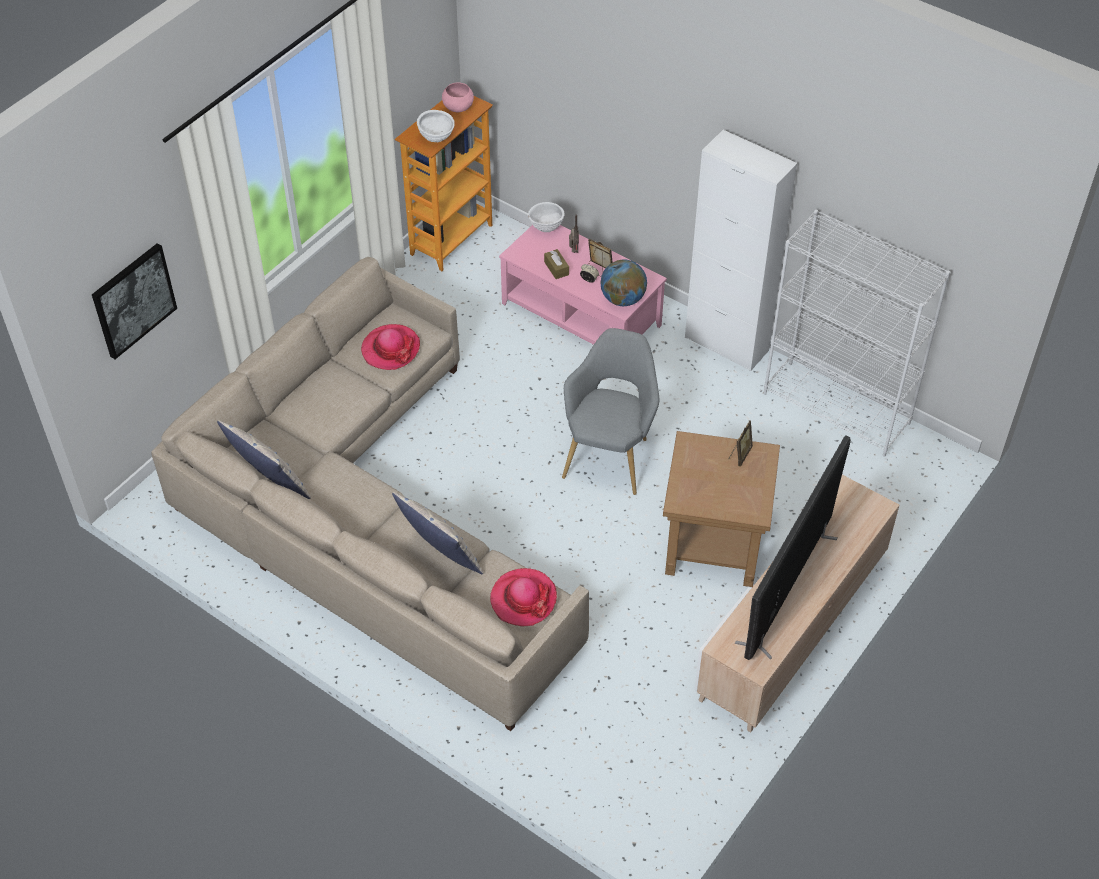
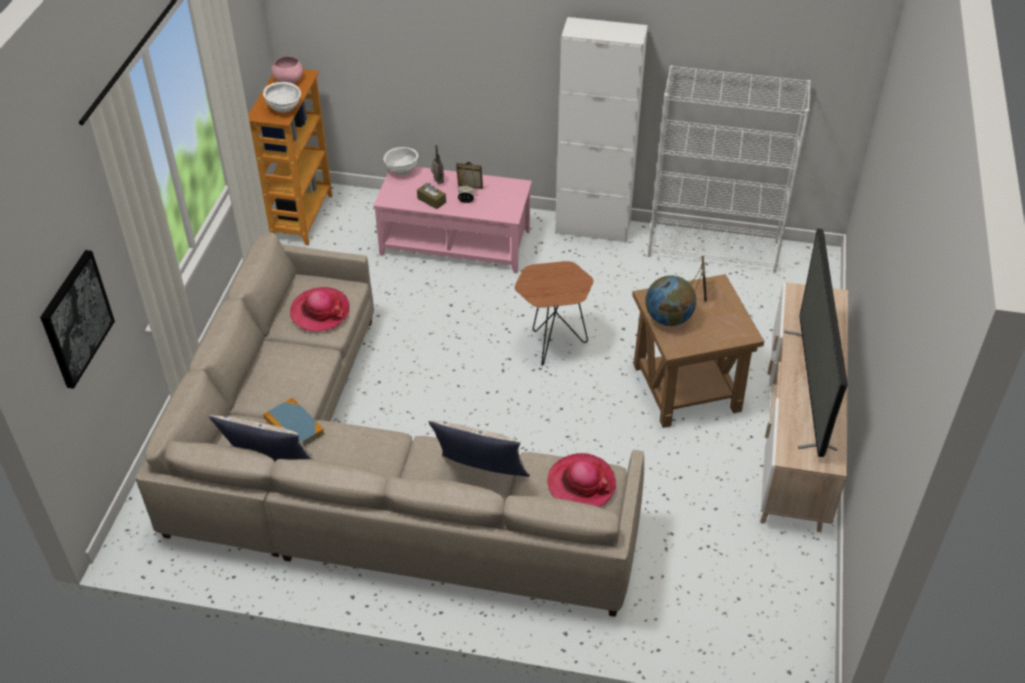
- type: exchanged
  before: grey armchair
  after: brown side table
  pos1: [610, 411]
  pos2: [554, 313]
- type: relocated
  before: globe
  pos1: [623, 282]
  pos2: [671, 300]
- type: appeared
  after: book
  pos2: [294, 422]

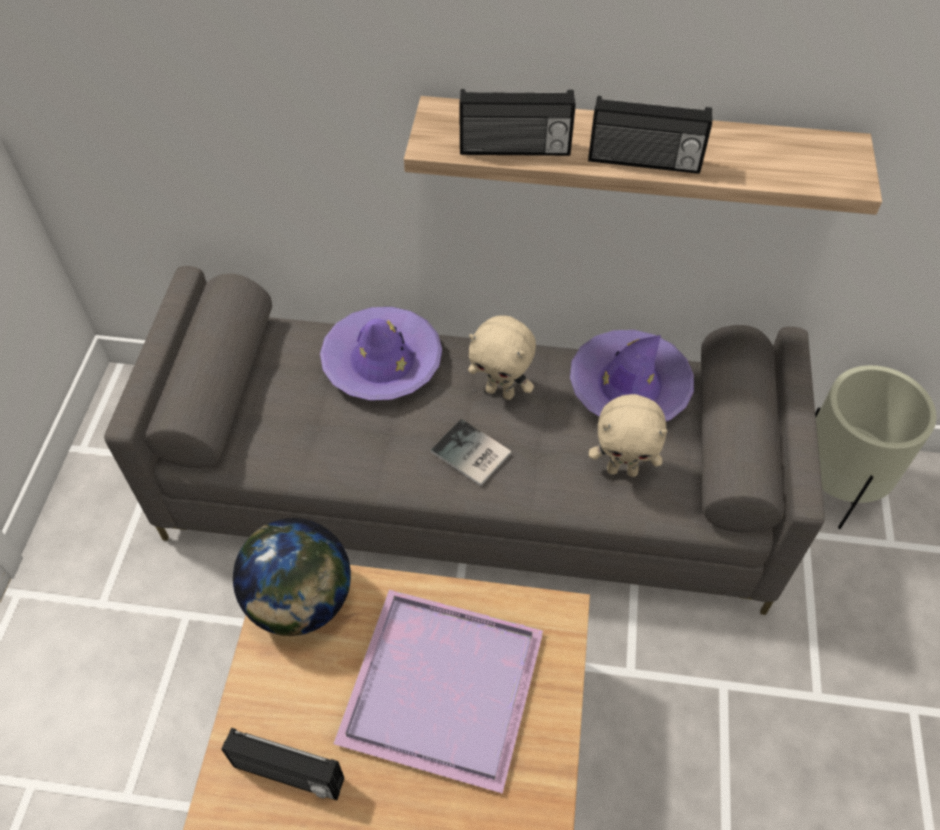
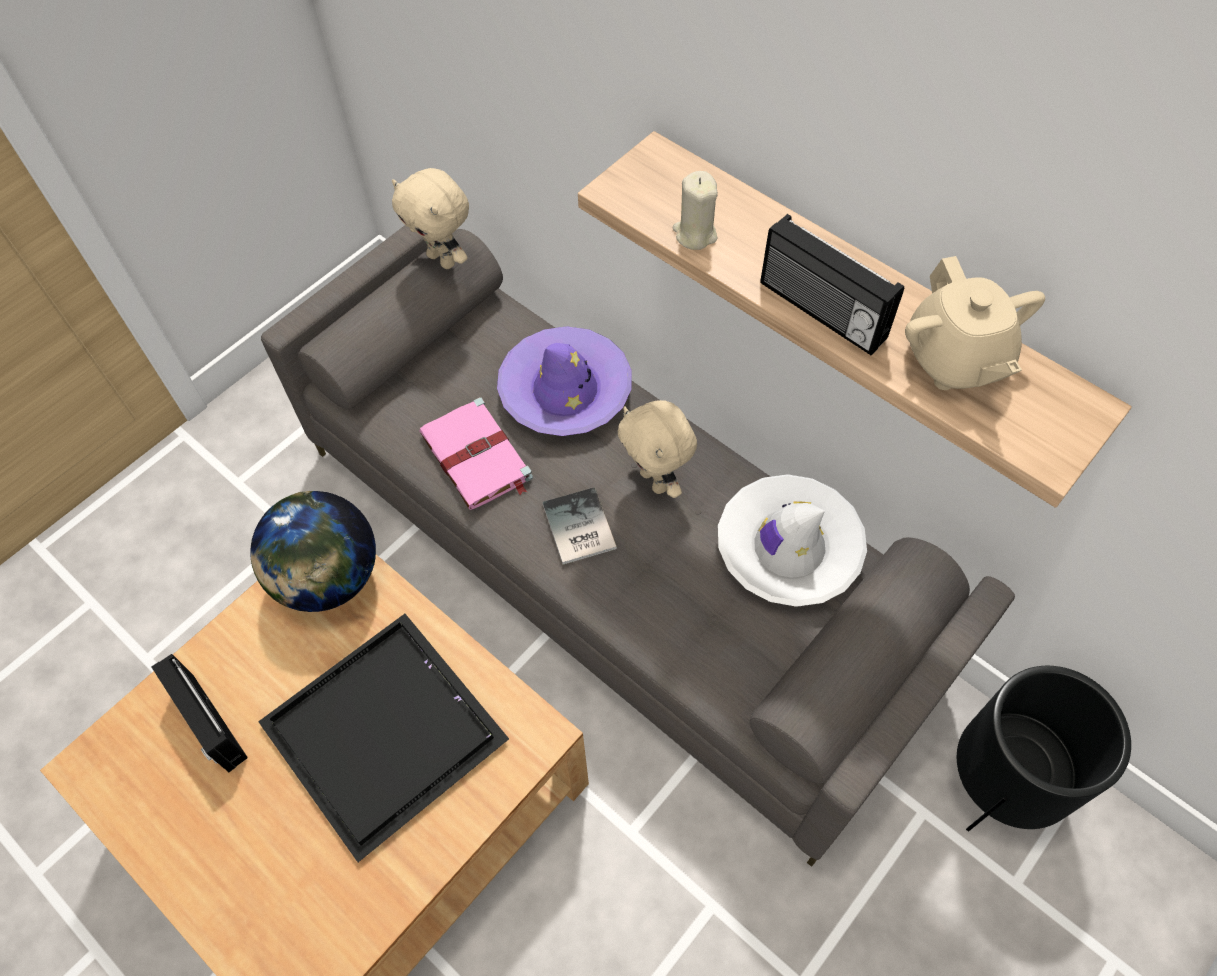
- type: colour
  before: purple tray
  after: black tray
  pos1: [438, 692]
  pos2: [383, 738]
- type: exchanged
  before: radio
  after: beige candle
  pos1: [517, 122]
  pos2: [695, 210]
- type: colour
  before: purple hat
  after: white hat
  pos1: [632, 375]
  pos2: [792, 540]
- type: relocated
  before: beige plush toy
  pos1: [628, 435]
  pos2: [430, 218]
- type: colour
  before: beige planter
  after: black planter
  pos1: [875, 447]
  pos2: [1044, 749]
- type: appeared
  after: pink book
  pos2: [476, 453]
- type: appeared
  after: beige teapot
  pos2: [975, 323]

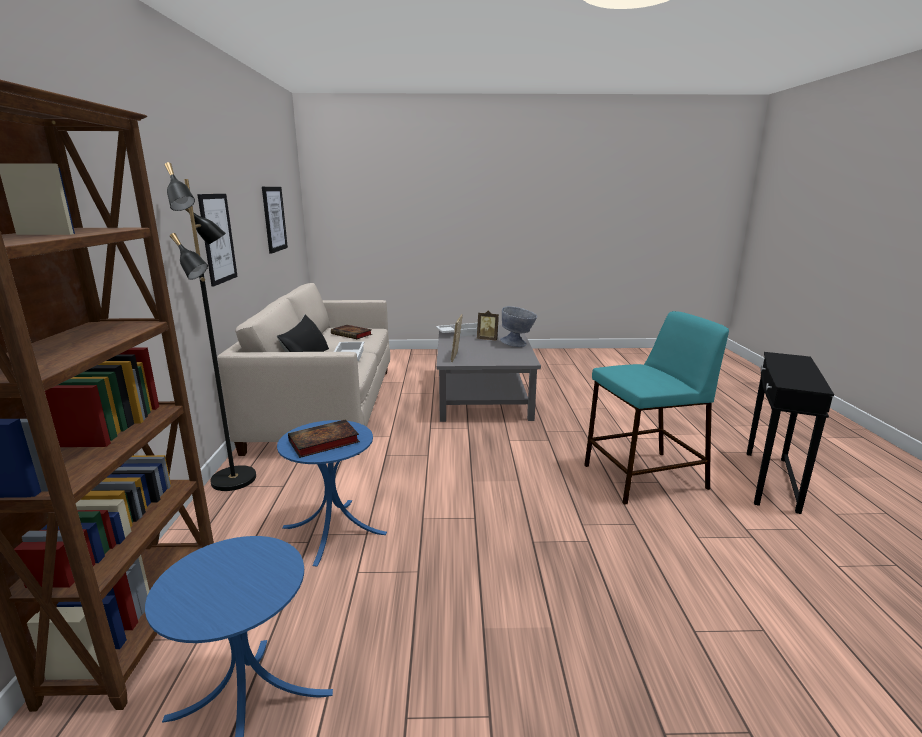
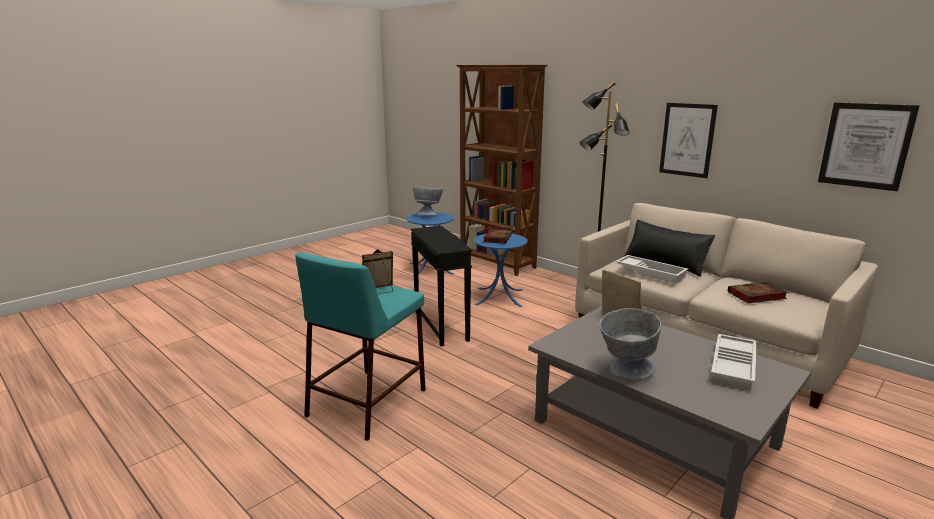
- type: relocated
  before: picture frame
  pos1: [488, 325]
  pos2: [377, 271]
- type: relocated
  before: black side table
  pos1: [790, 433]
  pos2: [441, 286]
- type: appeared
  after: grey bowl
  pos2: [428, 201]

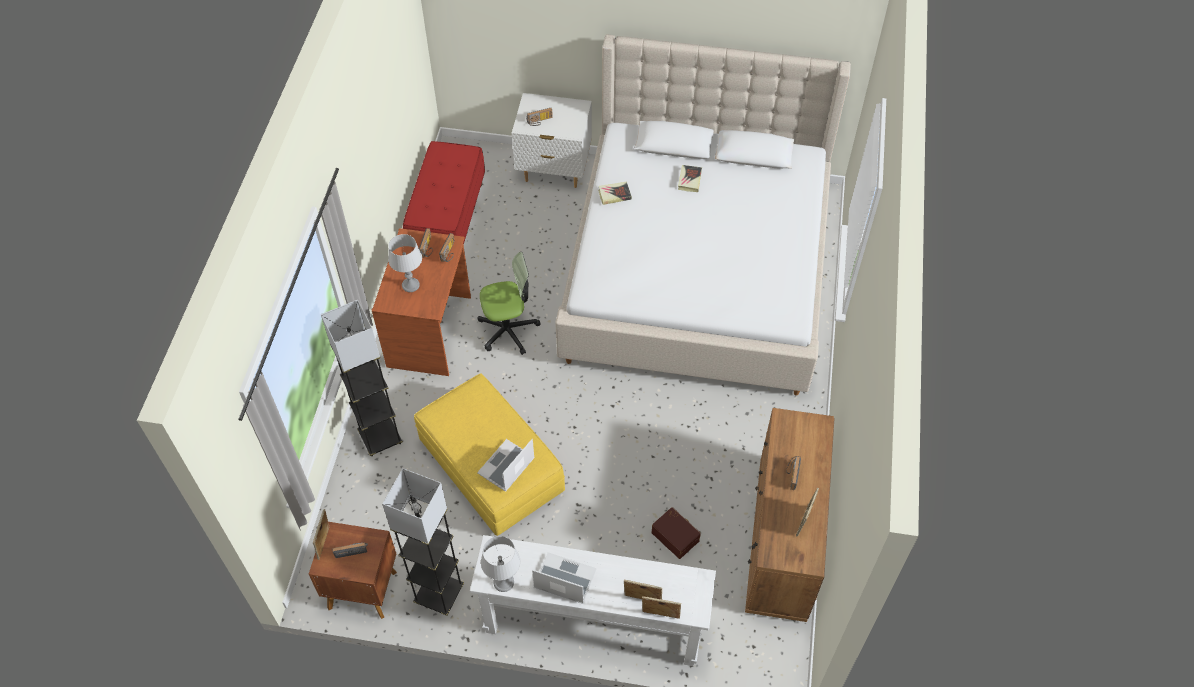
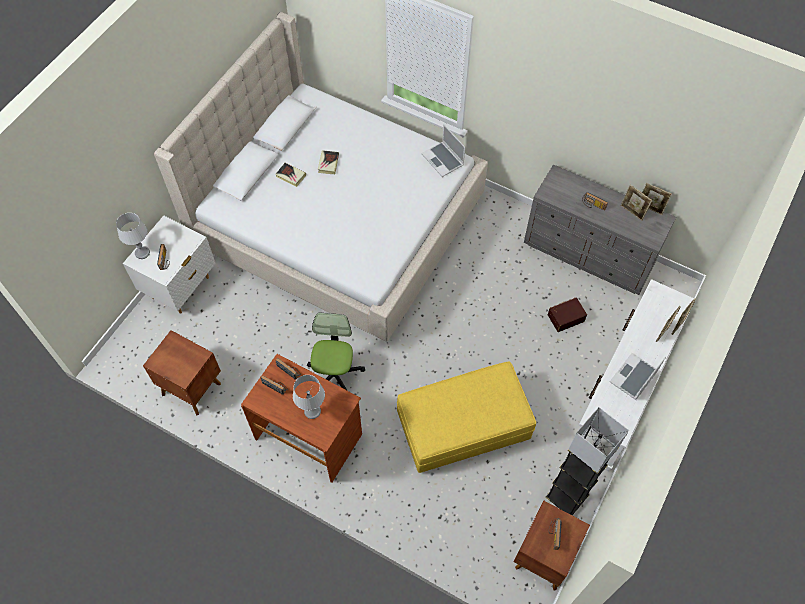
- type: relocated
  before: picture frame
  pos1: [321, 534]
  pos2: [657, 199]
- type: missing
  before: grey floor lamp
  pos1: [362, 378]
- type: exchanged
  before: red bench
  after: brown nightstand
  pos1: [444, 193]
  pos2: [182, 373]
- type: relocated
  before: laptop
  pos1: [506, 465]
  pos2: [443, 150]
- type: relocated
  before: grey table lamp
  pos1: [501, 564]
  pos2: [133, 236]
- type: relocated
  before: book
  pos1: [615, 193]
  pos2: [328, 162]
- type: colour
  before: brown dresser
  after: grey dresser
  pos1: [789, 515]
  pos2: [600, 229]

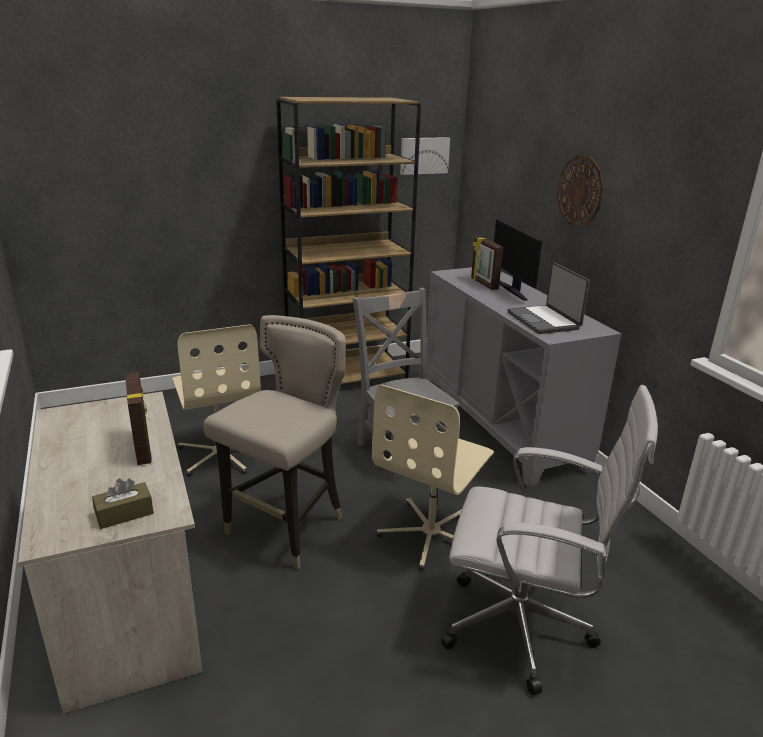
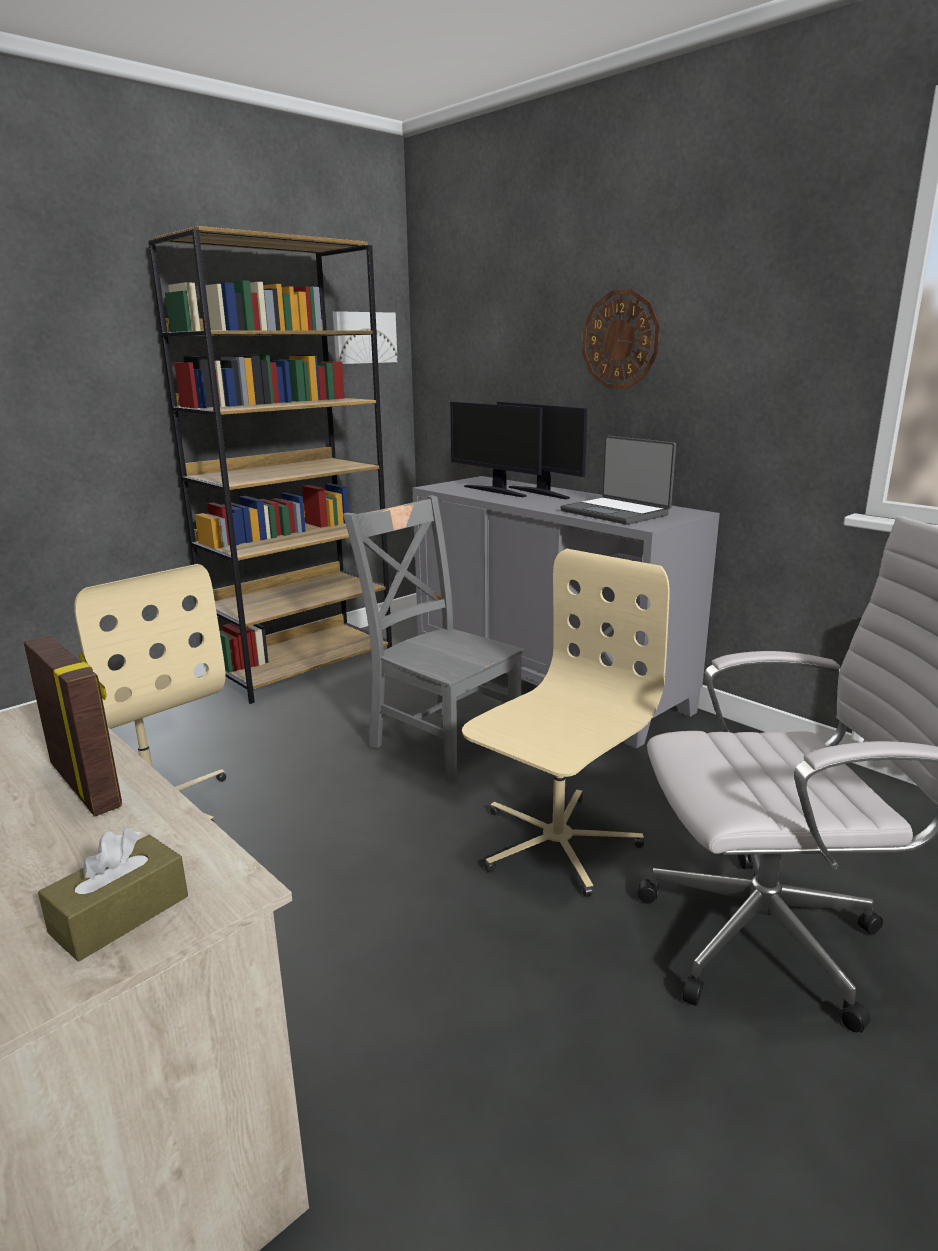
- type: missing
  before: beige stool
  pos1: [274, 442]
- type: spun
  before: beige office chair
  pos1: [433, 478]
  pos2: [566, 723]
  turn: -150
- type: exchanged
  before: picture frame
  after: monitor
  pos1: [487, 263]
  pos2: [496, 449]

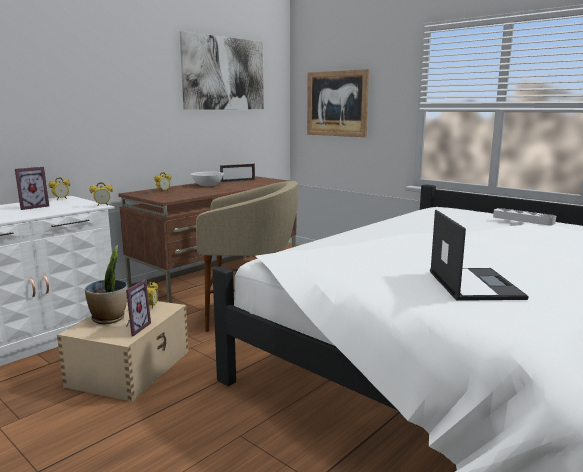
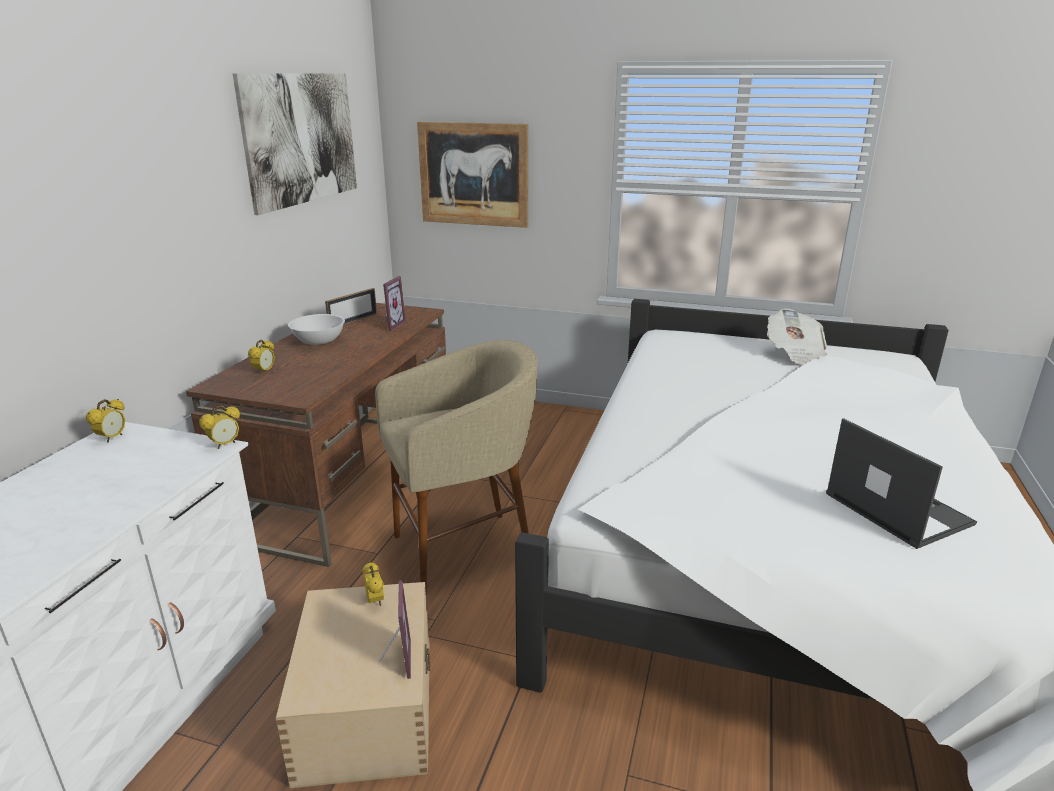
- type: relocated
  before: picture frame
  pos1: [32, 188]
  pos2: [394, 303]
- type: missing
  before: potted plant
  pos1: [106, 284]
- type: exchanged
  before: grey tray
  after: newspaper
  pos1: [524, 216]
  pos2: [797, 336]

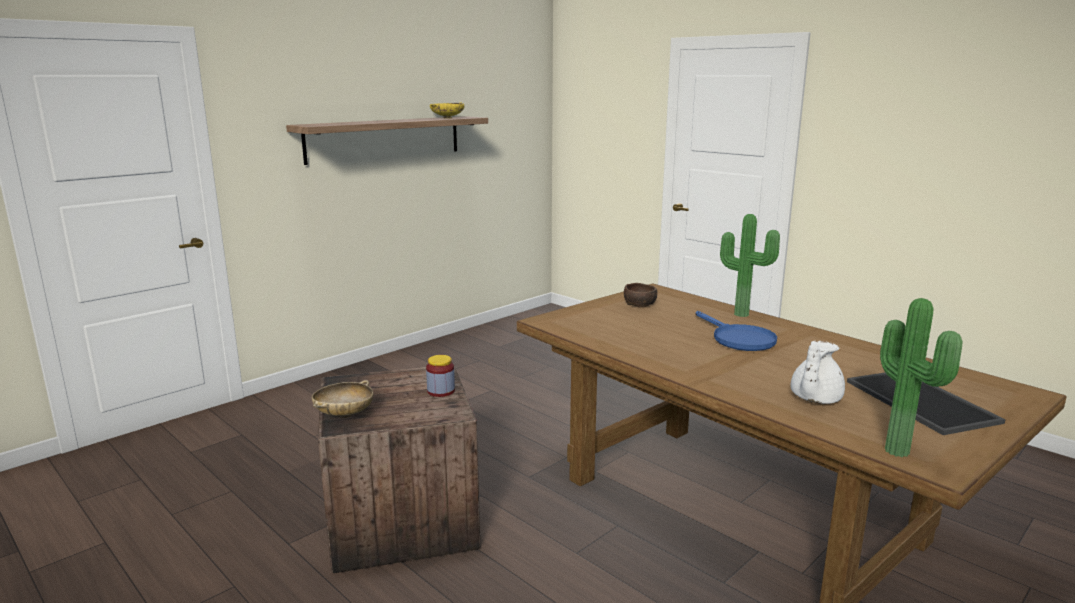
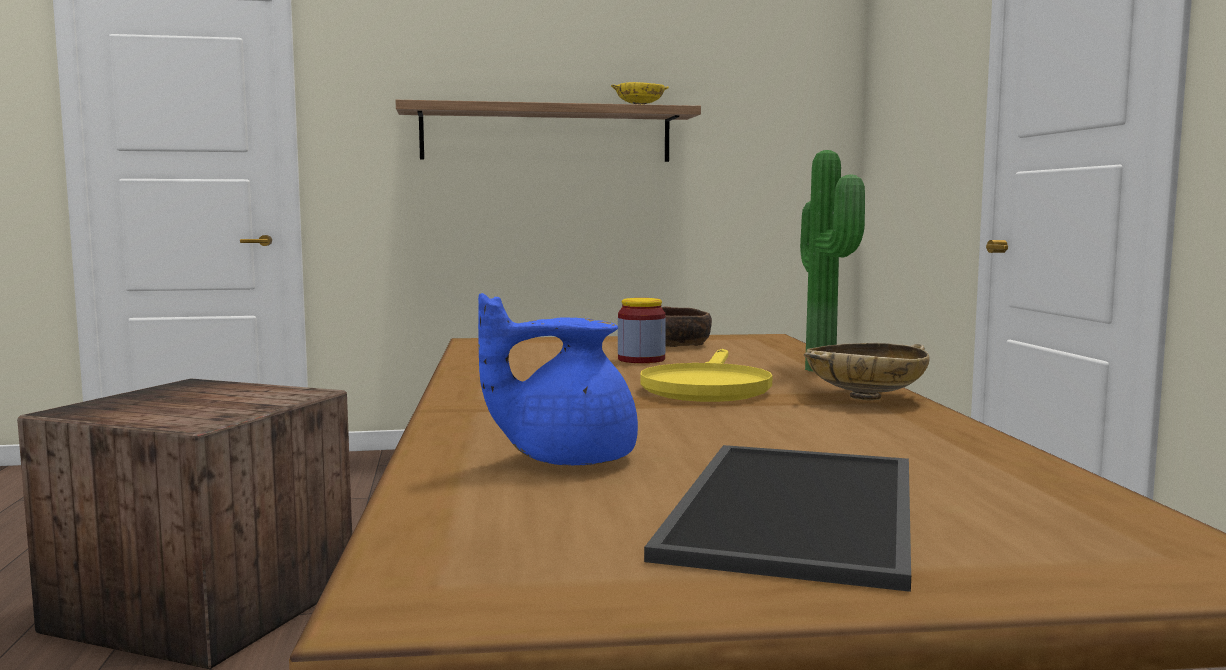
- type: relocated
  before: beige bowl
  pos1: [342, 399]
  pos2: [867, 371]
- type: relocated
  before: jar
  pos1: [440, 376]
  pos2: [642, 330]
- type: colour
  before: blue frying pan
  after: yellow frying pan
  pos1: [736, 331]
  pos2: [706, 375]
- type: colour
  before: white teapot
  after: blue teapot
  pos1: [818, 372]
  pos2: [558, 379]
- type: missing
  before: potted plant
  pos1: [921, 377]

